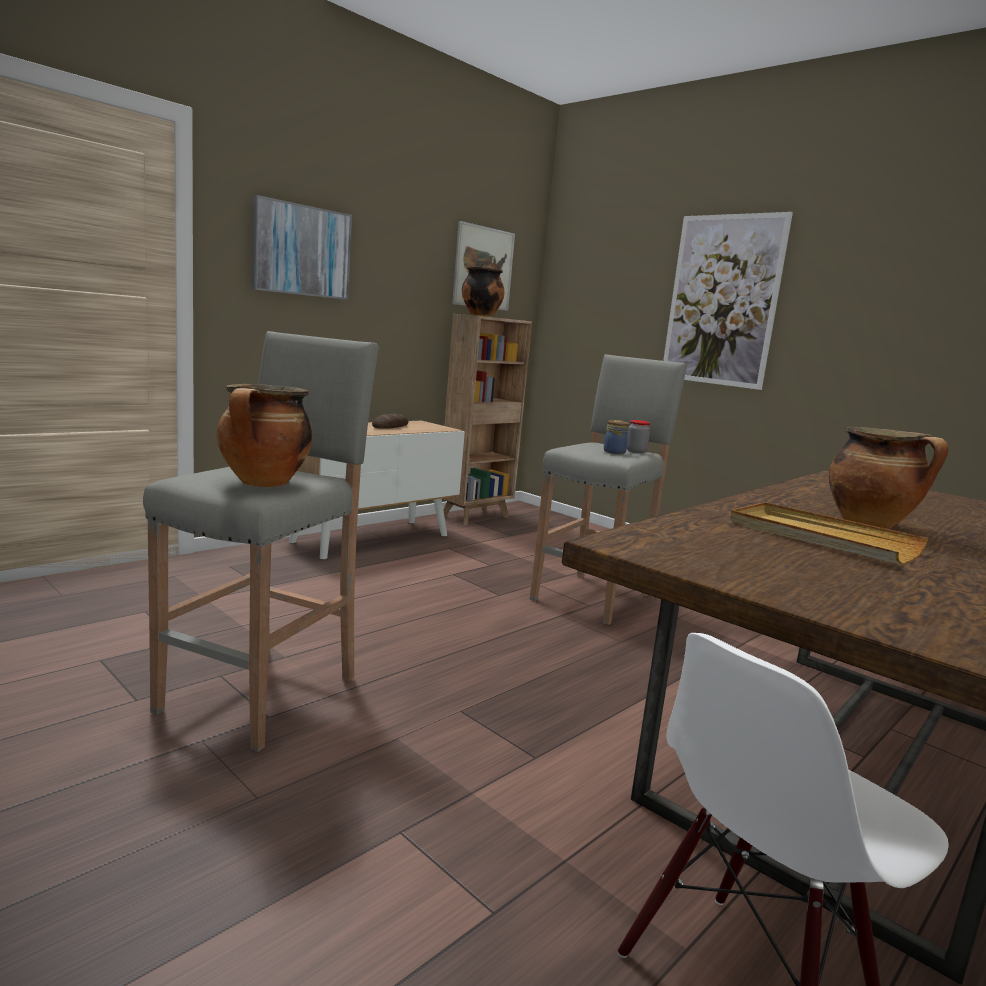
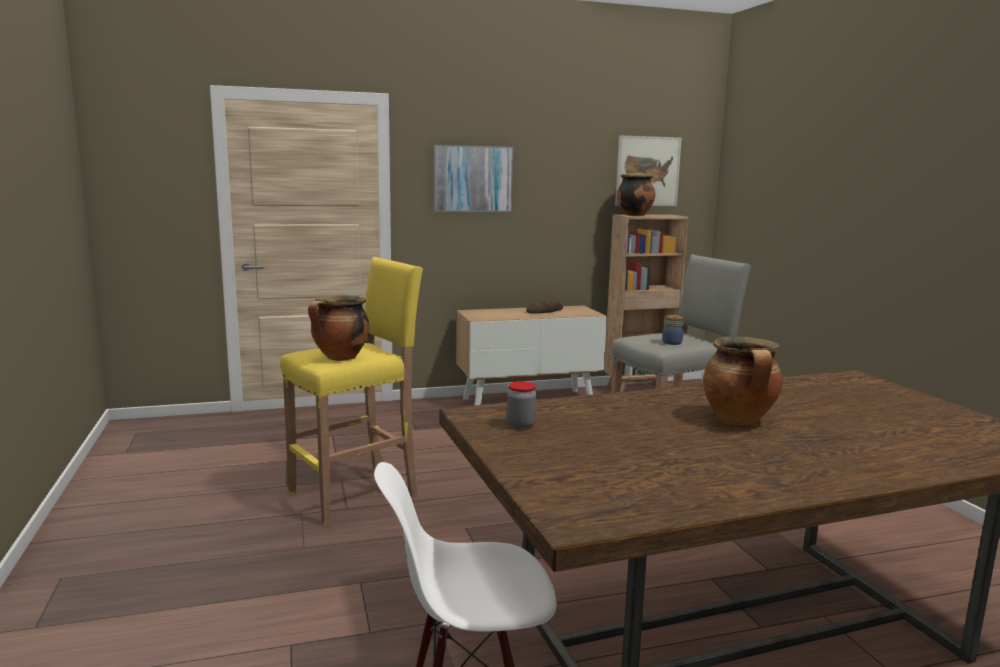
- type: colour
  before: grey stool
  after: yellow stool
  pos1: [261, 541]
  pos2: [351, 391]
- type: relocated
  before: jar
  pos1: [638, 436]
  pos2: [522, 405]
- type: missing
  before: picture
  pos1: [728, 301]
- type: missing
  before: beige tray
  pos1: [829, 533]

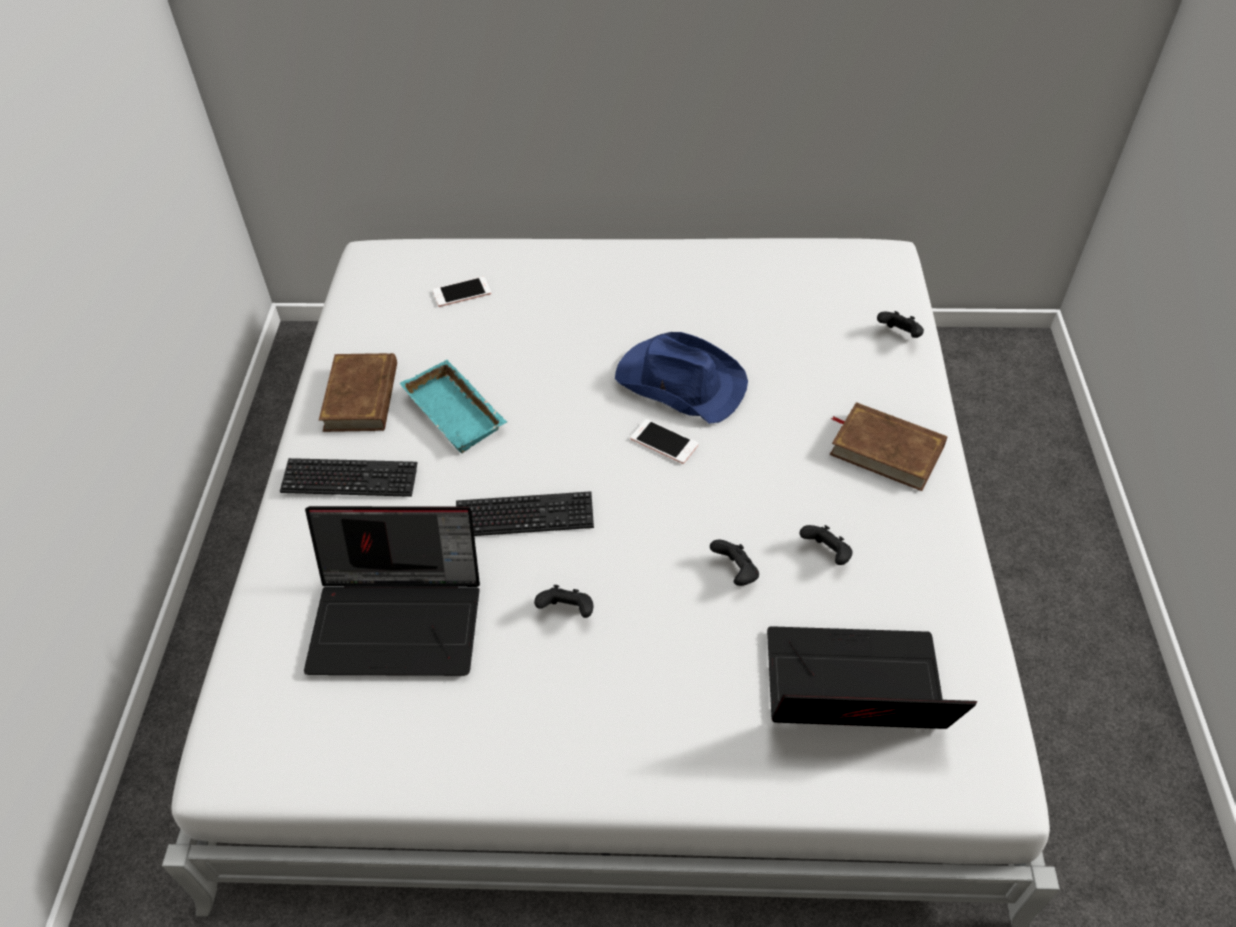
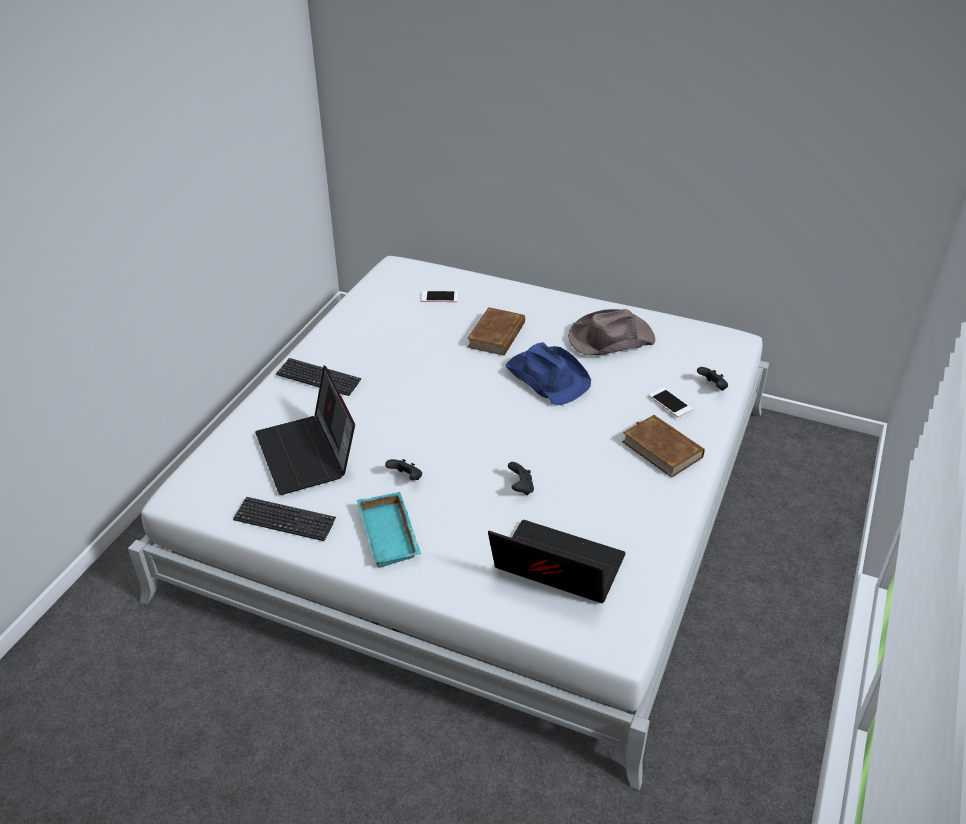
- type: spun
  before: laptop
  pos1: [392, 591]
  pos2: [305, 430]
  turn: 45
- type: relocated
  before: brown book
  pos1: [358, 392]
  pos2: [496, 331]
- type: relocated
  before: turquoise tray
  pos1: [453, 406]
  pos2: [389, 530]
- type: relocated
  before: keyboard
  pos1: [525, 513]
  pos2: [284, 519]
- type: relocated
  before: phone
  pos1: [664, 441]
  pos2: [671, 402]
- type: missing
  before: black game controller
  pos1: [826, 545]
- type: appeared
  after: brown hat
  pos2: [611, 332]

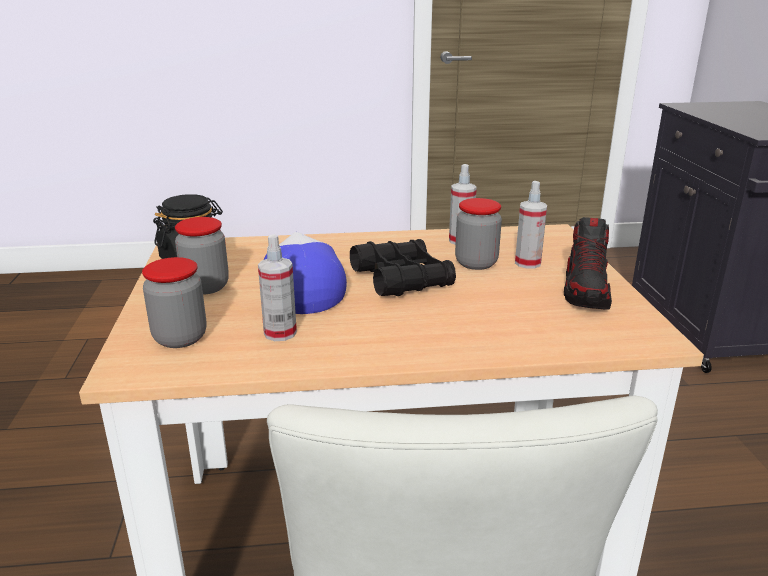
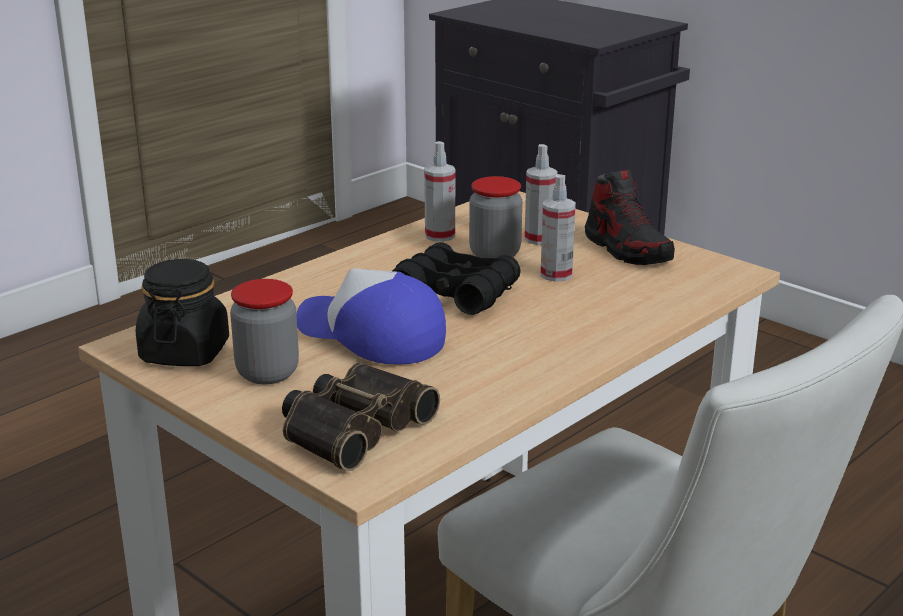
- type: exchanged
  before: jar
  after: binoculars
  pos1: [174, 302]
  pos2: [361, 416]
- type: relocated
  before: spray bottle
  pos1: [277, 287]
  pos2: [558, 228]

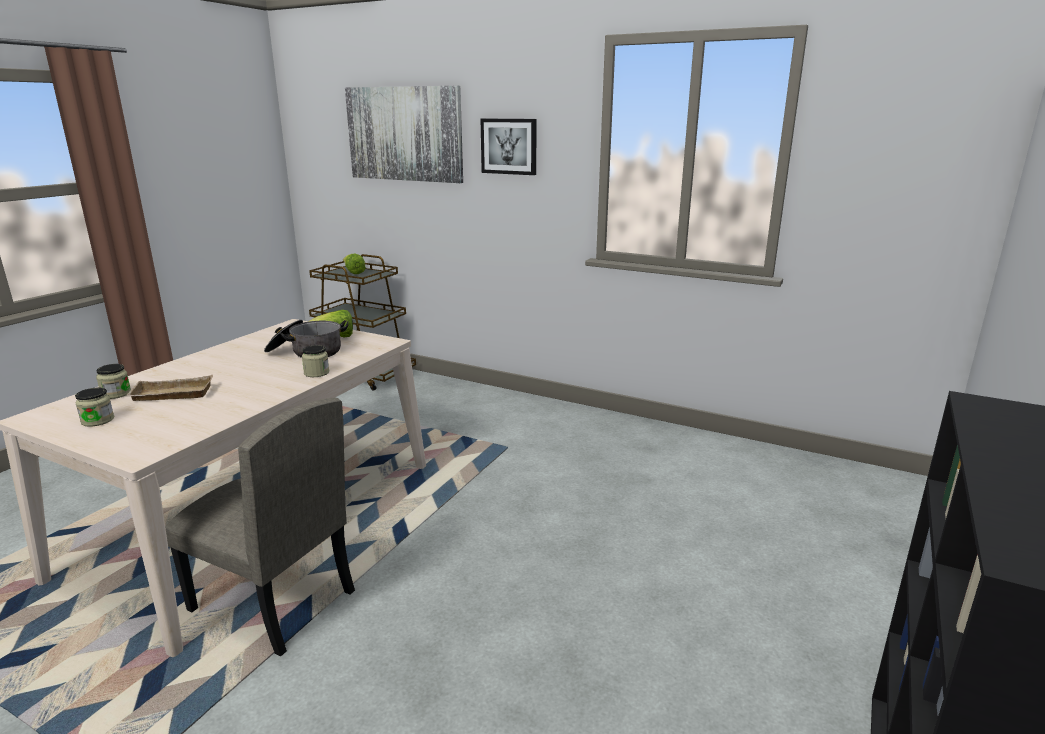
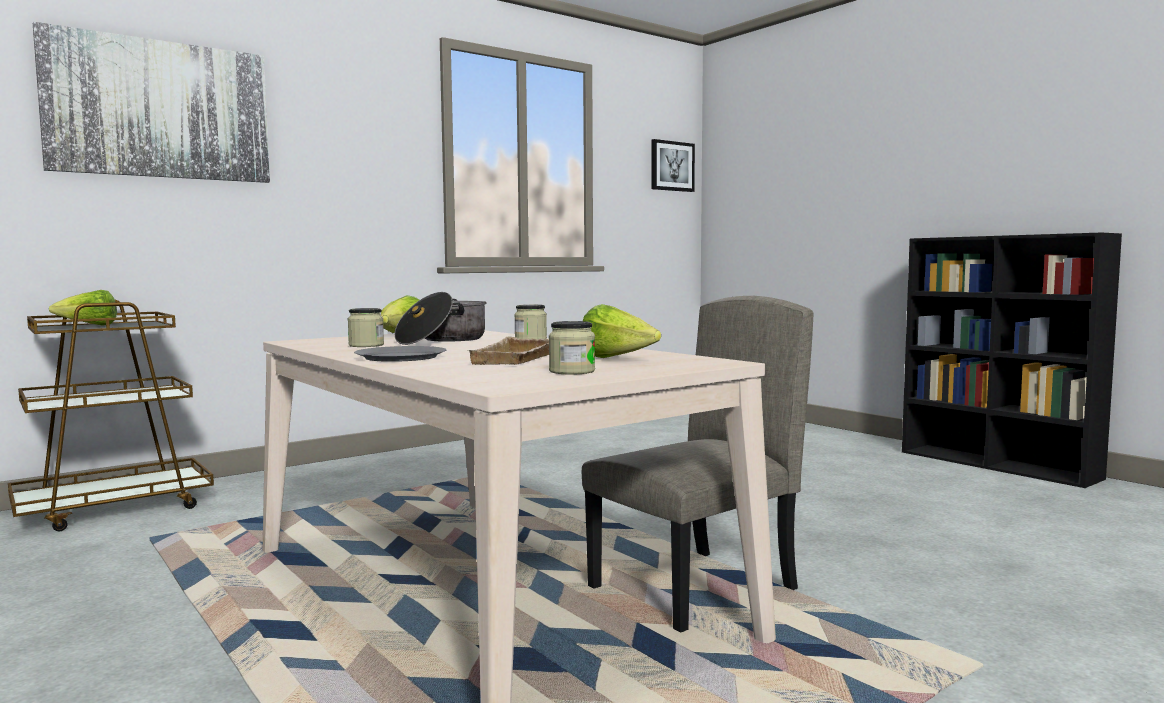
- type: relocated
  before: jar
  pos1: [113, 381]
  pos2: [366, 327]
- type: relocated
  before: picture
  pos1: [509, 147]
  pos2: [673, 165]
- type: appeared
  after: grey plate
  pos2: [400, 354]
- type: appeared
  after: lettuce
  pos2: [622, 331]

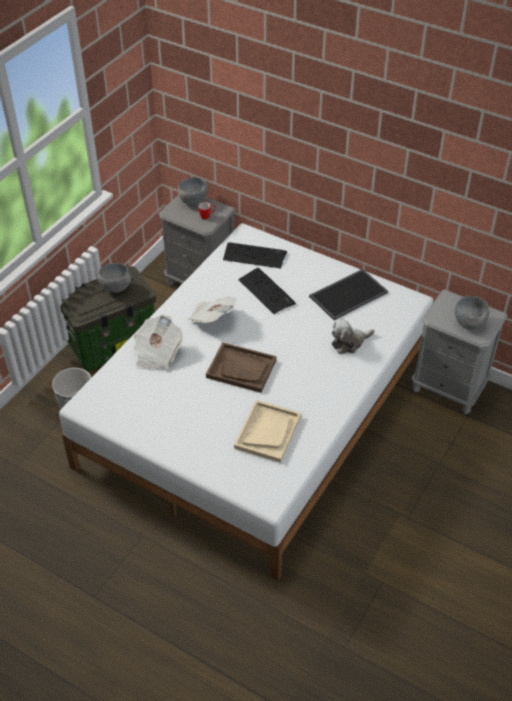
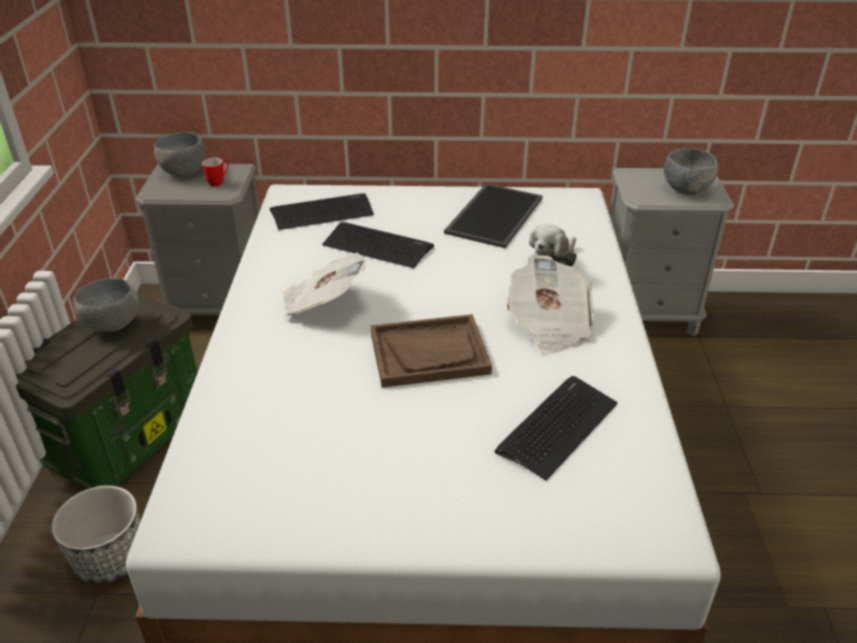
- type: relocated
  before: newspaper
  pos1: [158, 342]
  pos2: [550, 305]
- type: exchanged
  before: beige tray
  after: keyboard
  pos1: [267, 431]
  pos2: [556, 428]

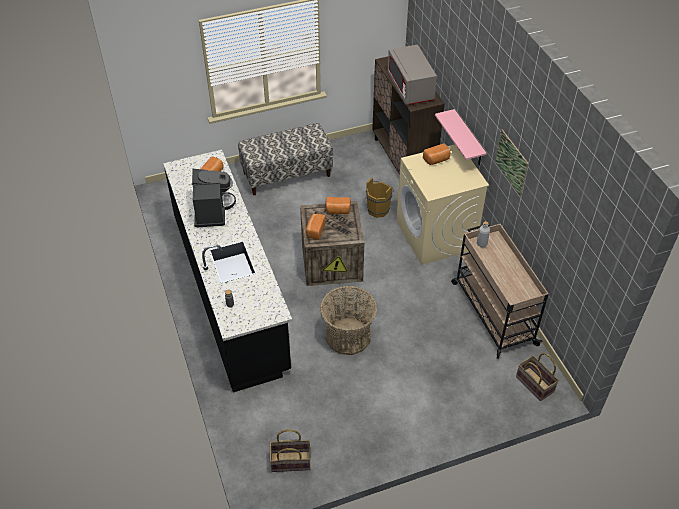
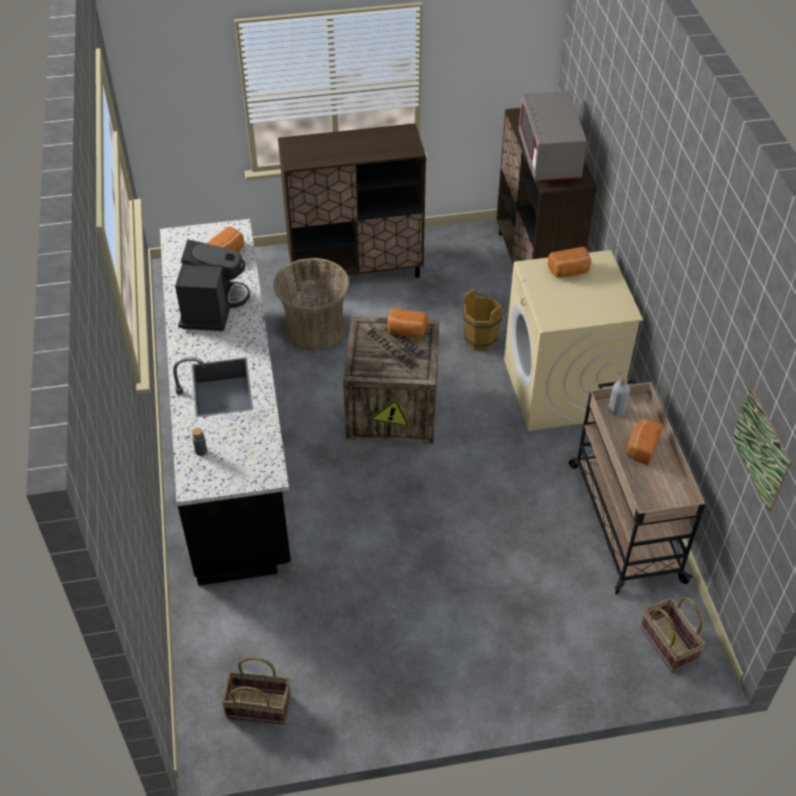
- type: exchanged
  before: bench
  after: brown cabinet
  pos1: [285, 159]
  pos2: [352, 207]
- type: relocated
  before: bread
  pos1: [315, 227]
  pos2: [644, 442]
- type: relocated
  before: basket
  pos1: [348, 320]
  pos2: [311, 304]
- type: missing
  before: pink shelf
  pos1: [461, 137]
- type: relocated
  before: picture
  pos1: [512, 163]
  pos2: [761, 449]

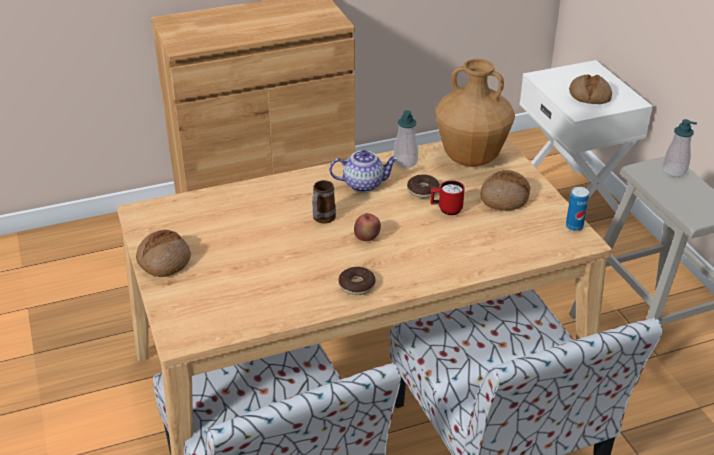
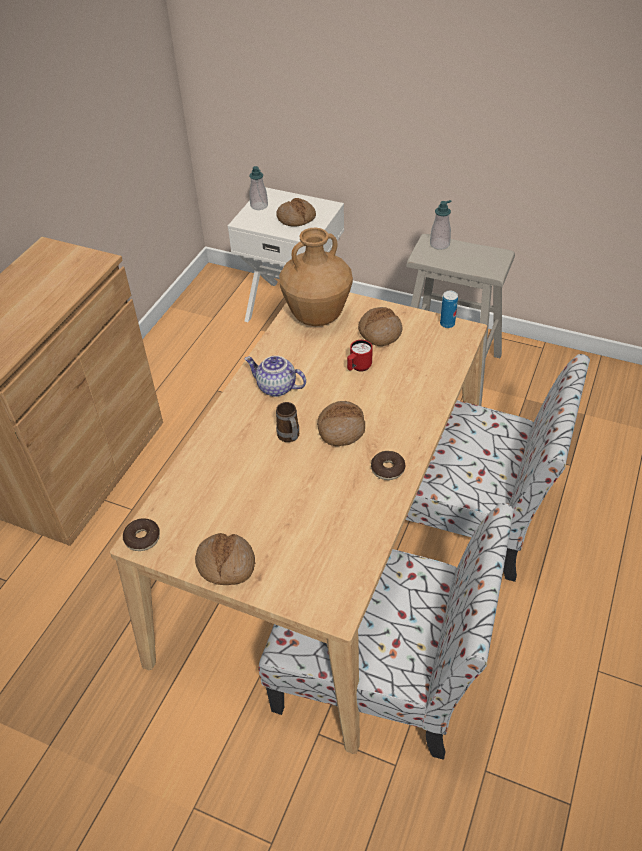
- type: spun
  before: teapot
  pos1: [363, 171]
  pos2: [275, 376]
  turn: -105
- type: exchanged
  before: apple
  after: bread
  pos1: [367, 227]
  pos2: [341, 423]
- type: relocated
  before: soap dispenser
  pos1: [406, 139]
  pos2: [258, 188]
- type: relocated
  before: donut
  pos1: [423, 186]
  pos2: [141, 534]

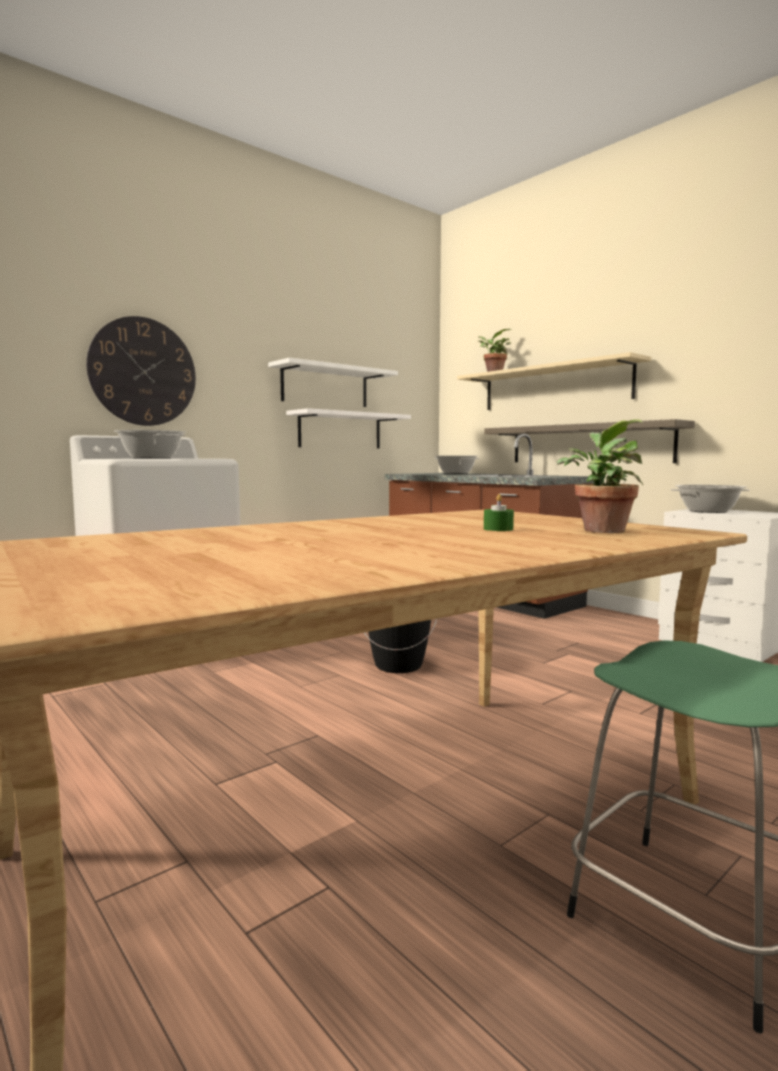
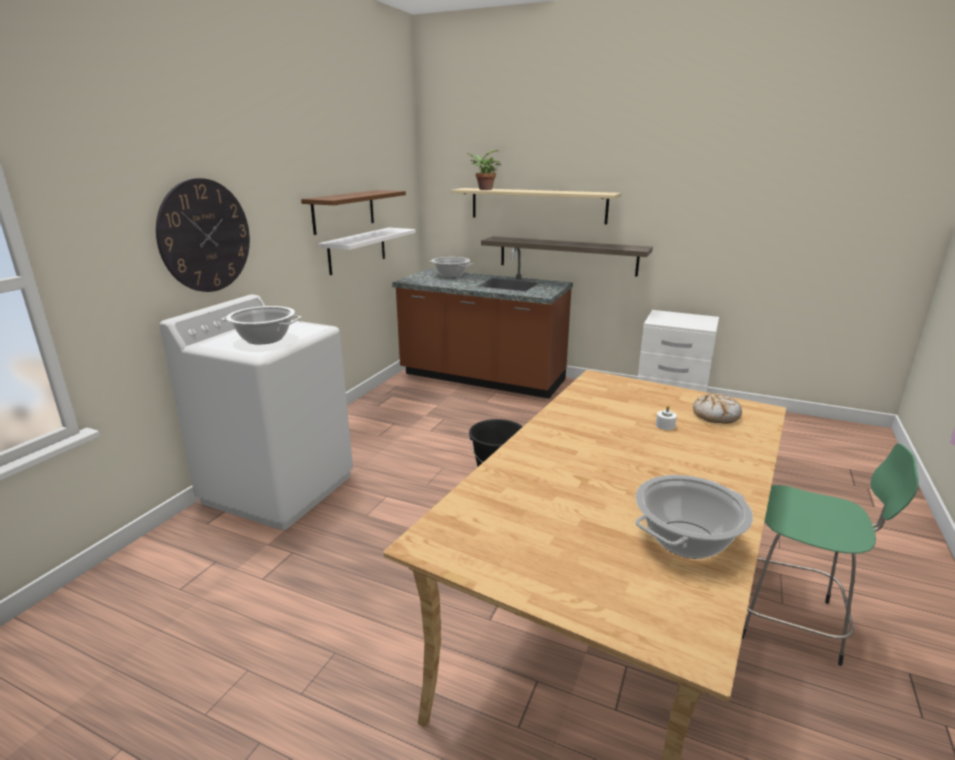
- type: colour
  before: white shelf
  after: brown shelf
  pos1: [333, 382]
  pos2: [353, 212]
- type: colour
  before: green candle
  after: white candle
  pos1: [499, 512]
  pos2: [666, 417]
- type: exchanged
  before: potted plant
  after: bread
  pos1: [600, 476]
  pos2: [717, 408]
- type: relocated
  before: cooking pot
  pos1: [710, 499]
  pos2: [694, 517]

